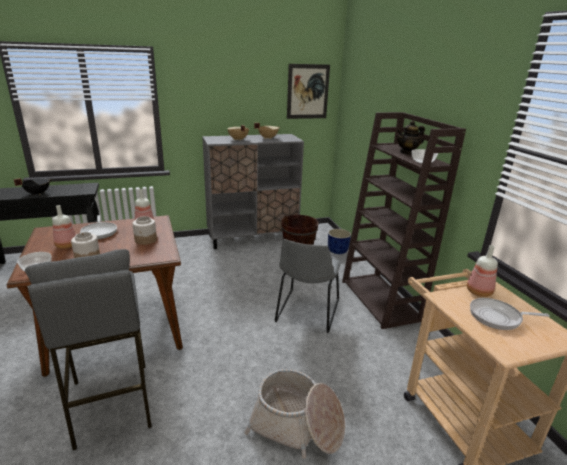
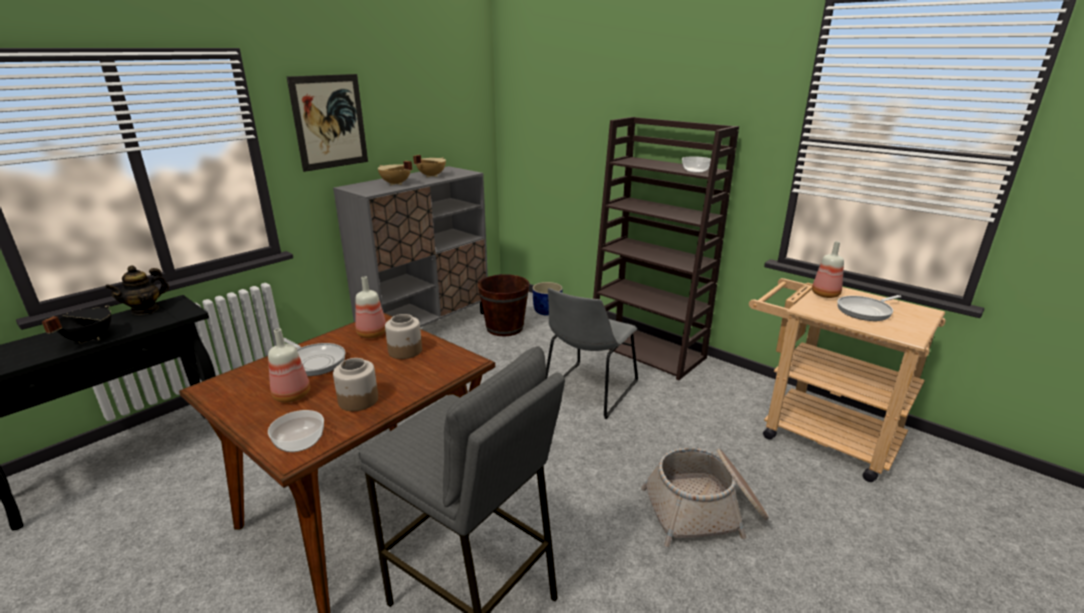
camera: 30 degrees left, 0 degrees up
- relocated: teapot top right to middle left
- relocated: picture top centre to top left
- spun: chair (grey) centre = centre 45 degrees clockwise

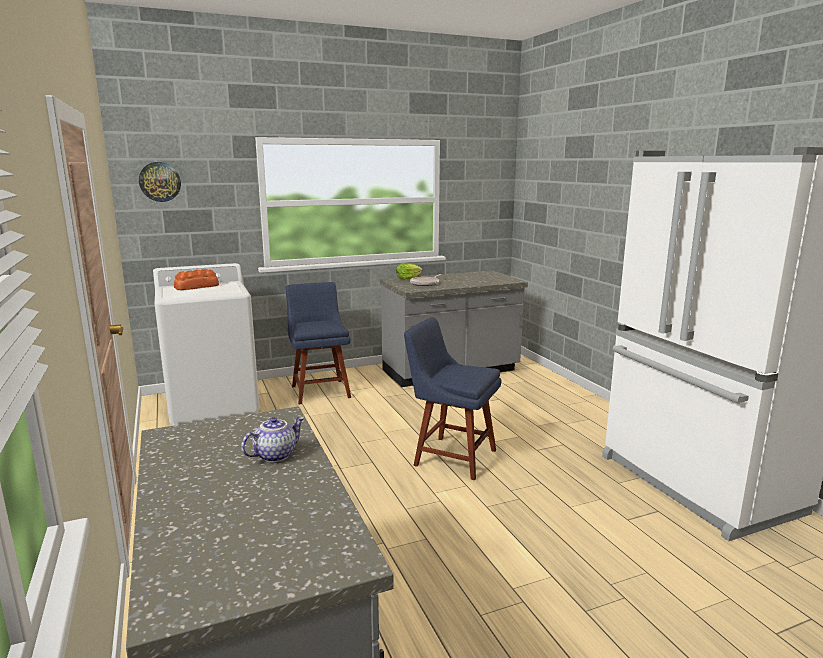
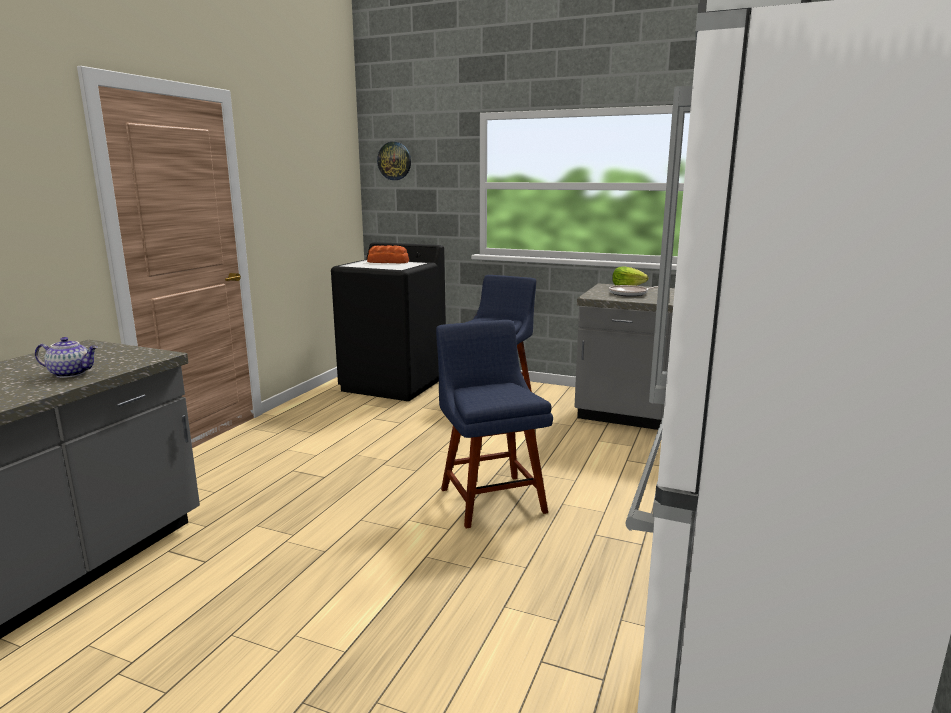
camera: 45 degrees right, 0 degrees up
- colour: washing machine (white) middle left to washing machine (black) centre

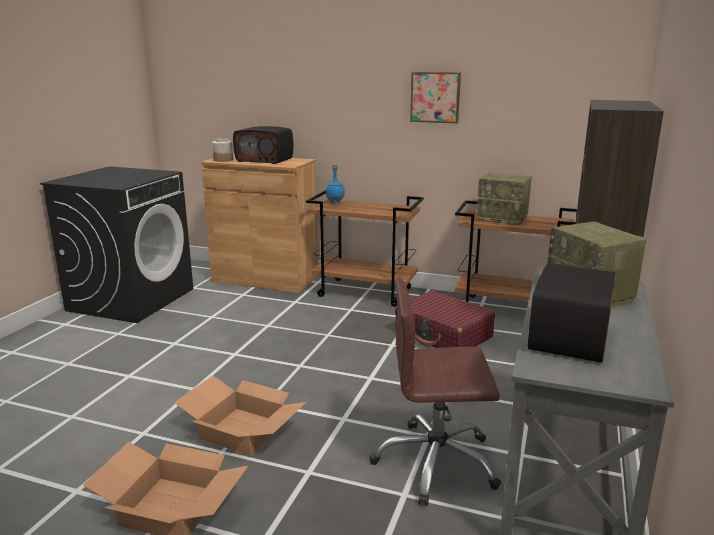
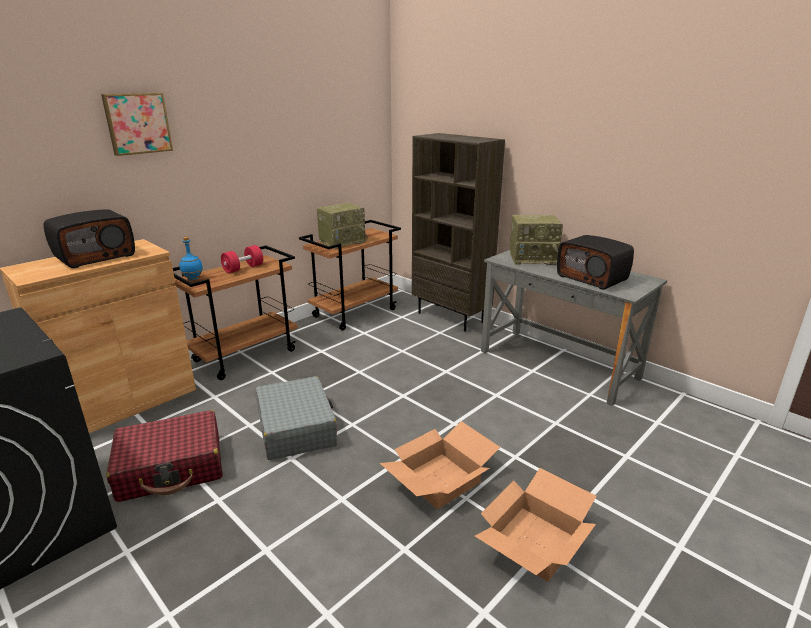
camera: 65 degrees left, 5 degrees up
- relocated: picture top centre to top left
- relocated: suitcase (red) centre to bottom left
- appeared: dumbbell (red) middle left
- appeared: suitcase (grey) centre
- missing: jar top left
- missing: office chair (brown) bottom centre

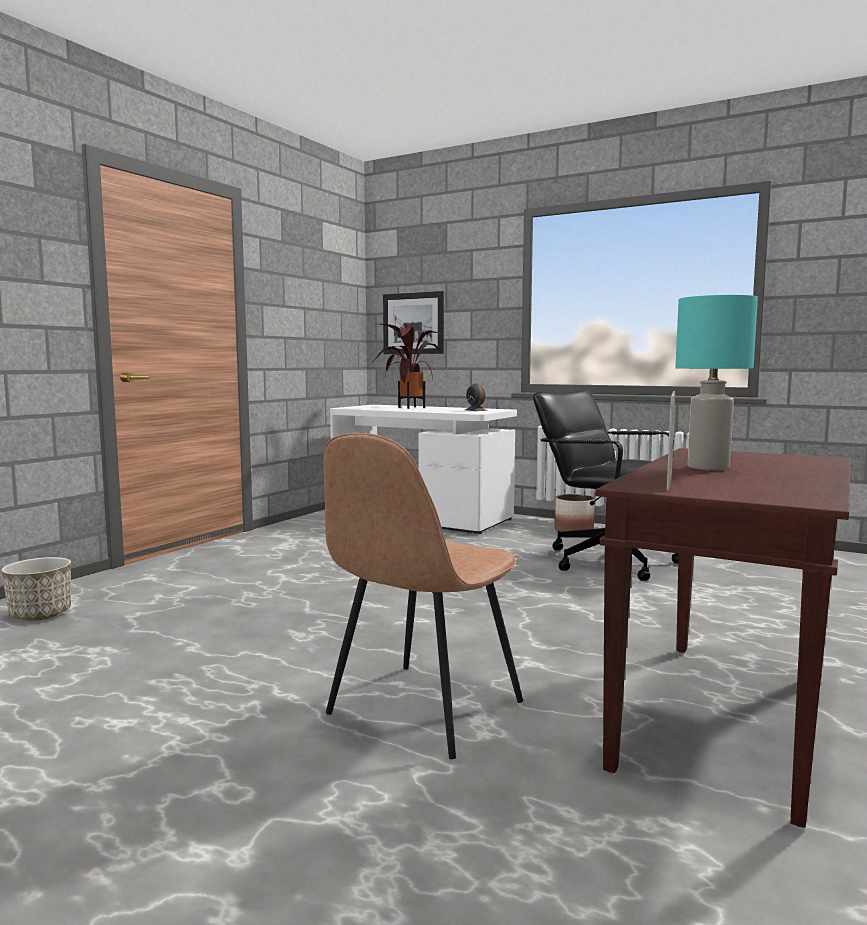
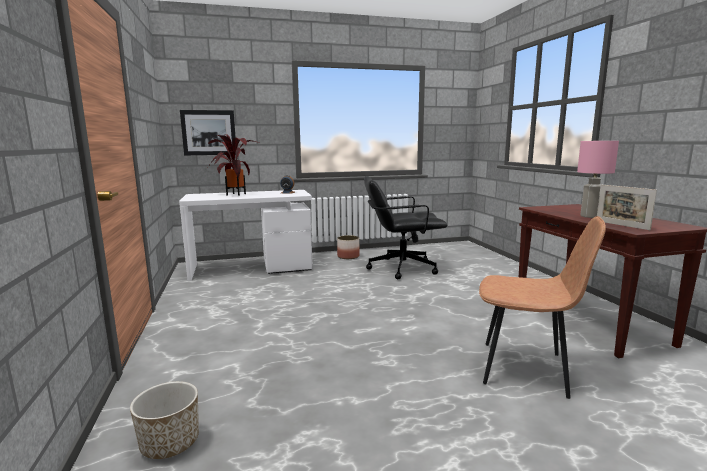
camera: 45 degrees left, 5 degrees up
- spun: chair (brown) centre = middle right 60 degrees counterclockwise
- colour: table lamp (turquoise) middle right to table lamp (pink) middle right

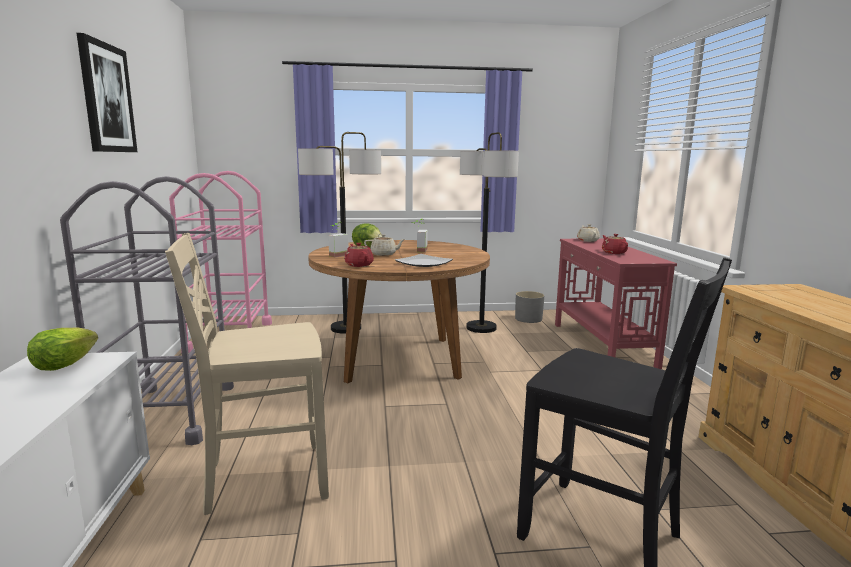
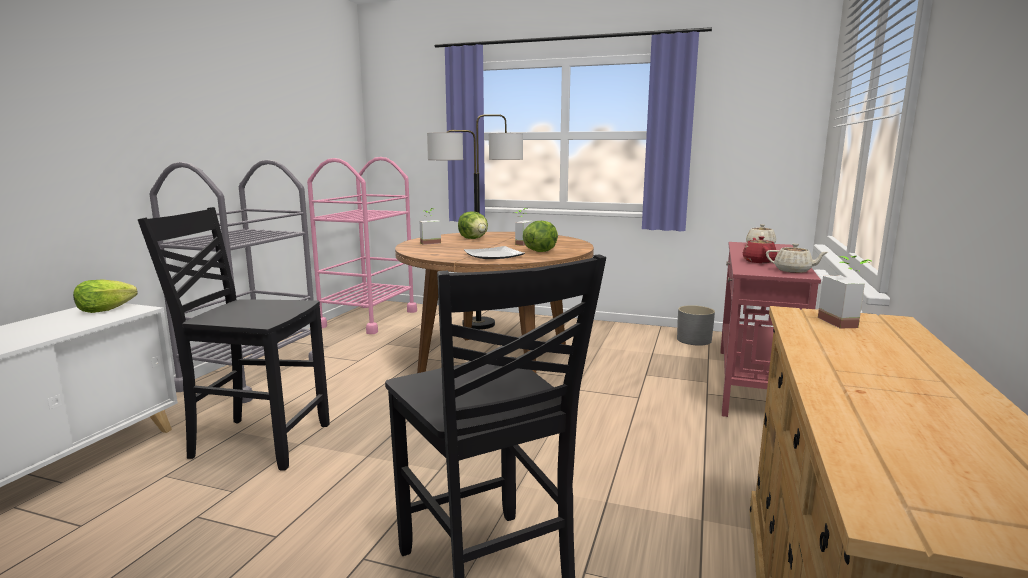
camera: 25 degrees right, 0 degrees up
- colour: chair (beige) middle left to chair (black) (no. 1 from left) middle left
- appeared: lettuce (no. 3 from left) centre
- relocated: teapot (beige) (no. 1 from left in the first image) centre to teapot (beige) (no. 2 from left) middle right
- appeared: potted plant (no. 3 from left) middle right
- missing: picture top left
- missing: teapot (red) (no. 1 from left) centre
- missing: floor lamp (no. 2 from left) centre

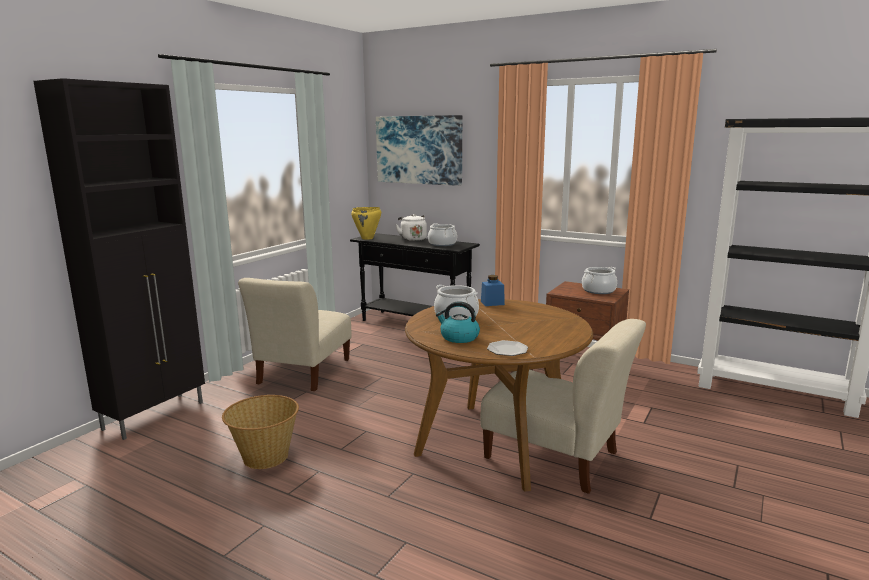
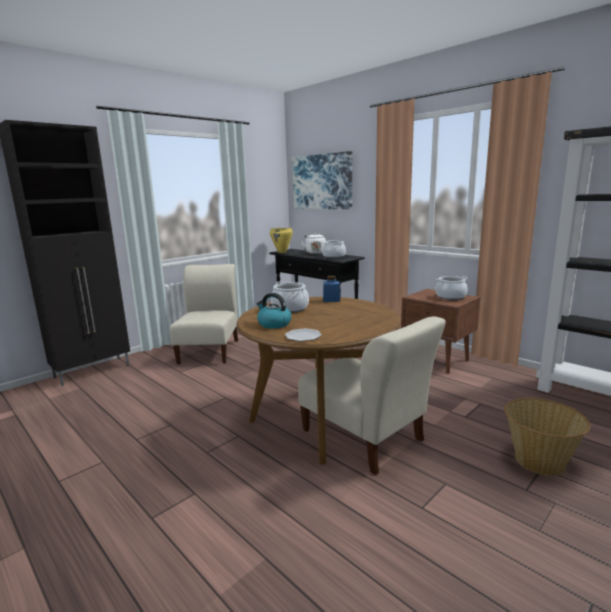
camera: 15 degrees right, 0 degrees up
- spun: chair (beige) (no. 1 from left) centre = middle left 150 degrees clockwise
- relocated: basket bottom left to bottom right

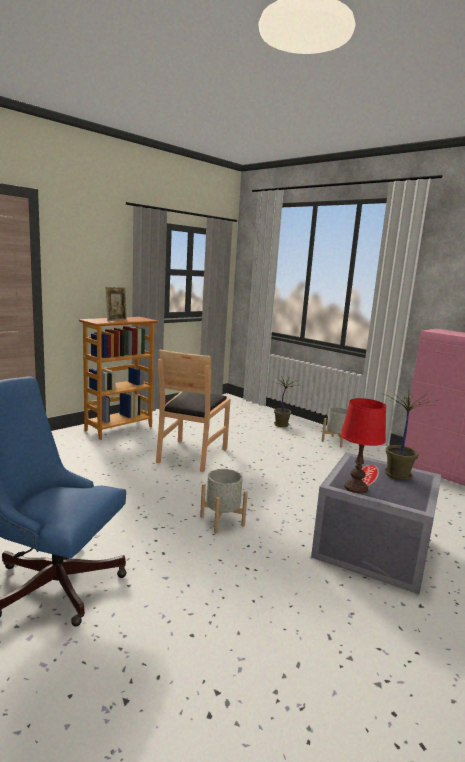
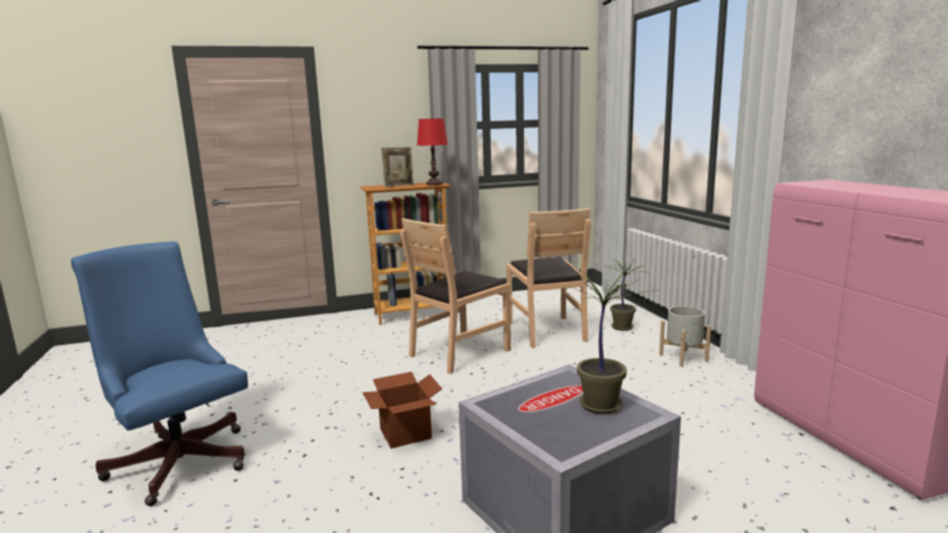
camera: 30 degrees right, 0 degrees up
- exchanged: planter (grey) (no. 1 from left) centre to cardboard box bottom centre
- relocated: table lamp (red) middle right to top centre
- appeared: chair (brown) (no. 2 from left) centre

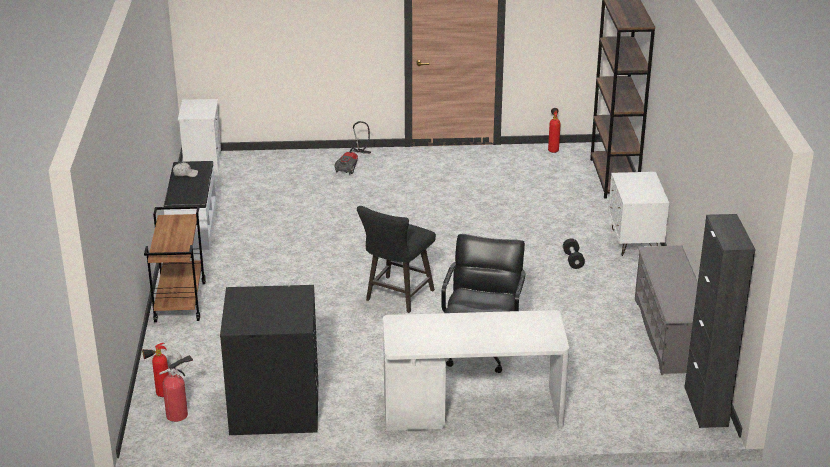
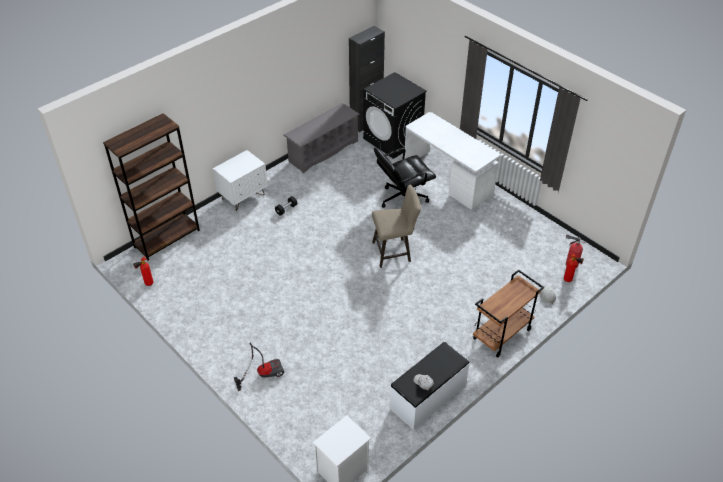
camera: 130 degrees left, 15 degrees up
- relocated: washing machine (black) bottom left to top centre
- colour: stool (black) centre to stool (beige) centre

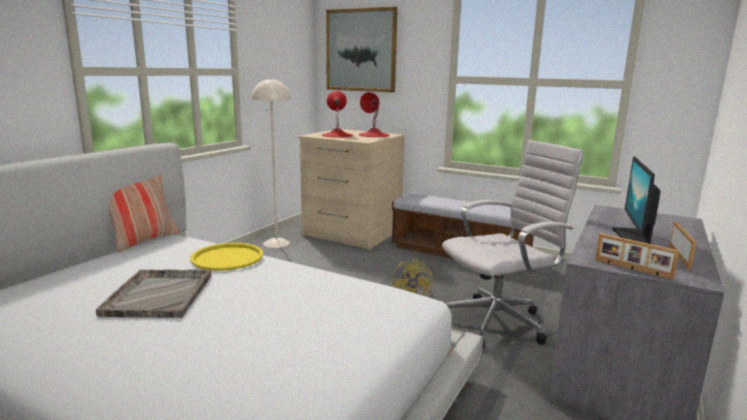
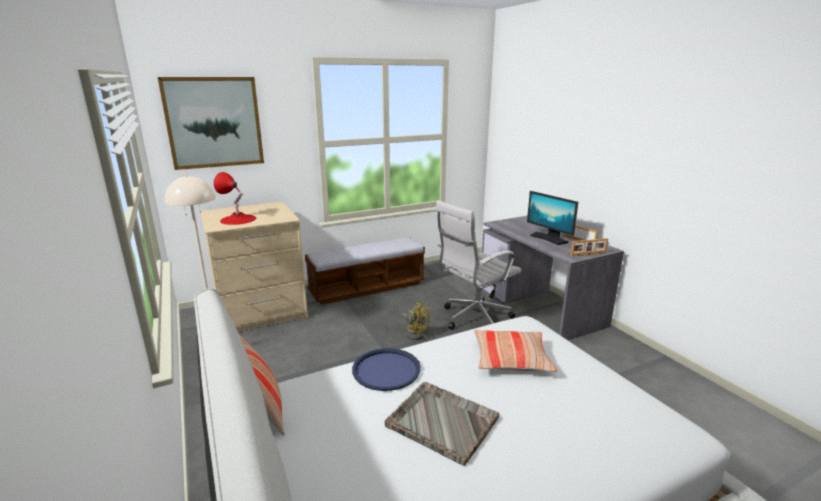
camera: 55 degrees left, 5 degrees up
- colour: tray (yellow) middle left to tray (blue) bottom centre
- spun: office chair (white) middle right = centre 135 degrees counterclockwise
- appeared: pillow (no. 2 from left) bottom centre
- missing: table lamp (red) (no. 2 from left) top centre

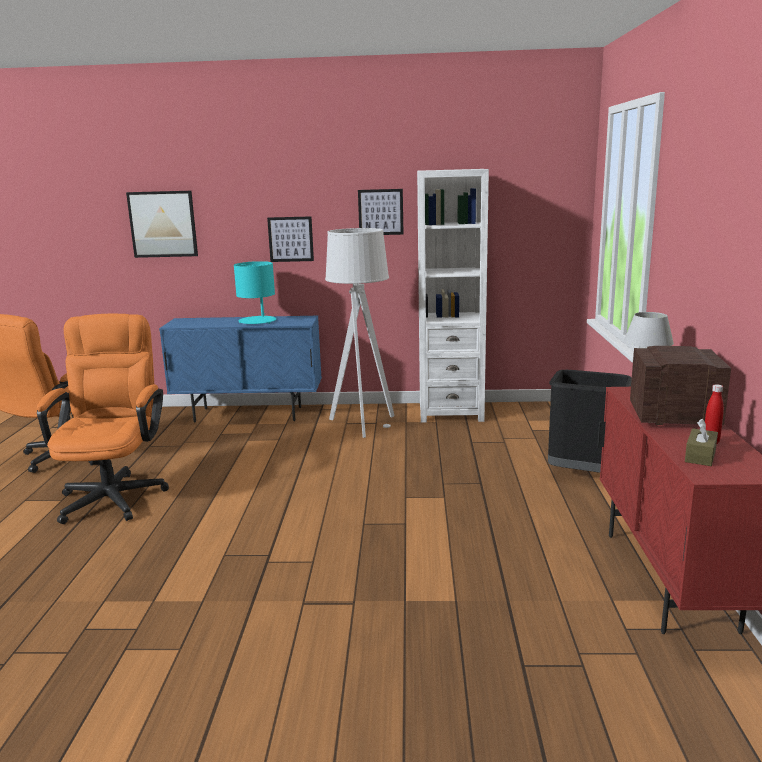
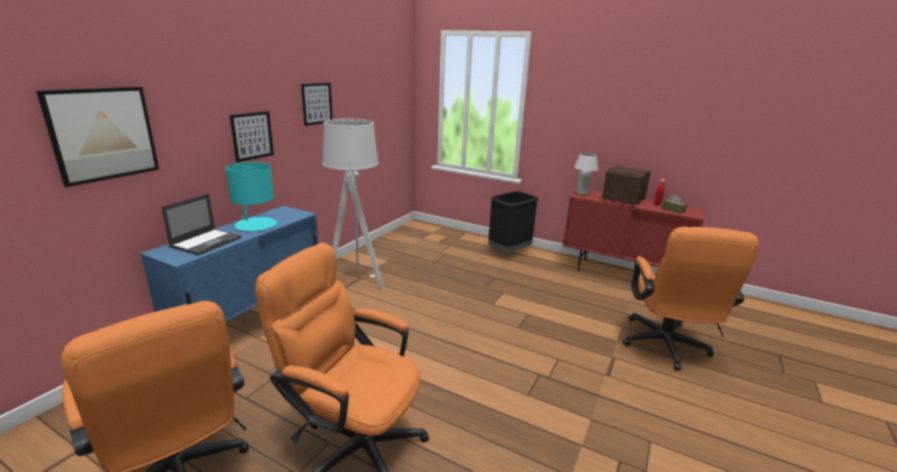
camera: 65 degrees left, 5 degrees up
- appeared: laptop middle left
- appeared: office chair (orange) (no. 3 from left) middle right
- missing: bookcase (white) centre

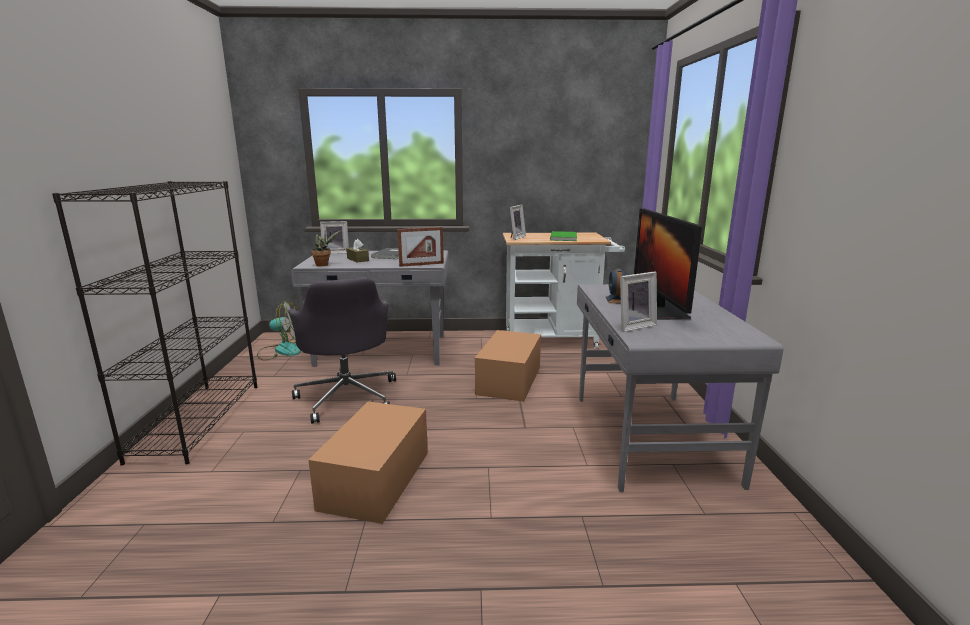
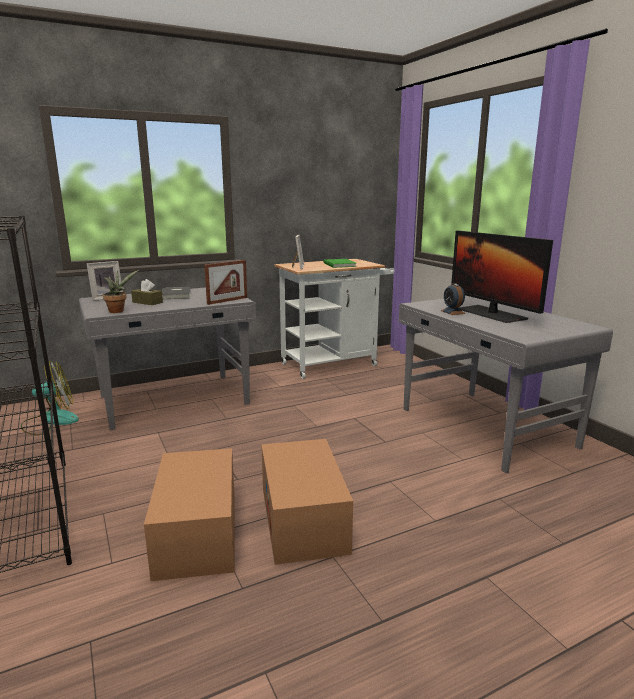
camera: 25 degrees left, 0 degrees up
- relocated: cardboard box (no. 2 from left in the first image) centre to cardboard box (no. 1 from left) bottom left
- missing: office chair (grey) centre
- missing: picture frame (no. 4 from left) centre

